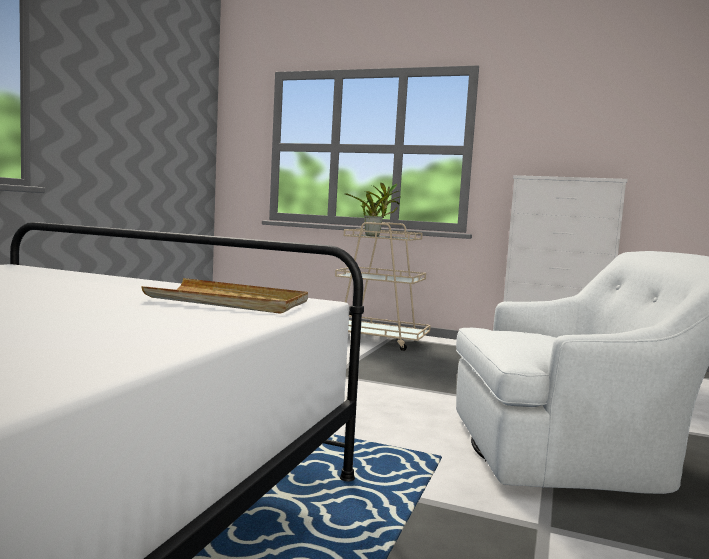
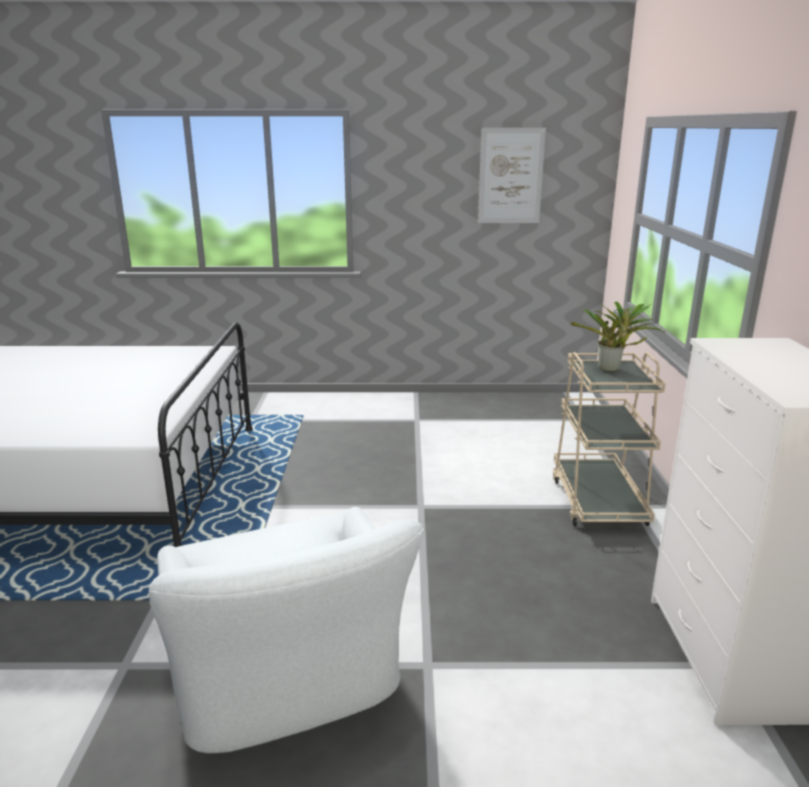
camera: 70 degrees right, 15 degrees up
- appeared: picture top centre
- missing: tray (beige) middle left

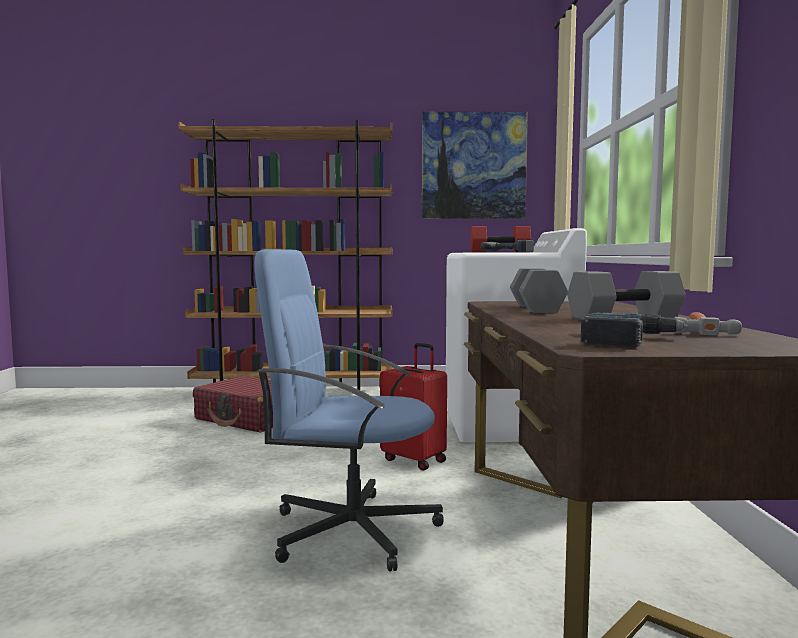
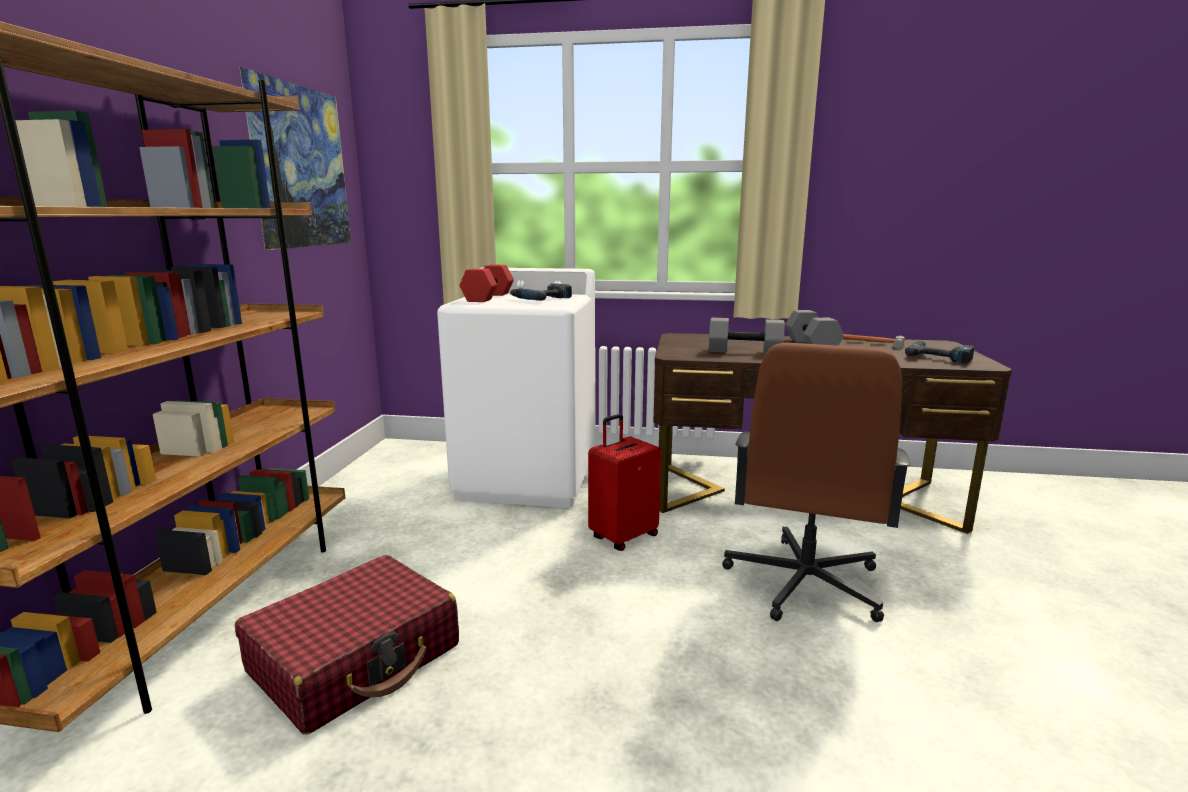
camera: 80 degrees left, 10 degrees up
- colour: office chair (blue) centre to office chair (brown) middle right

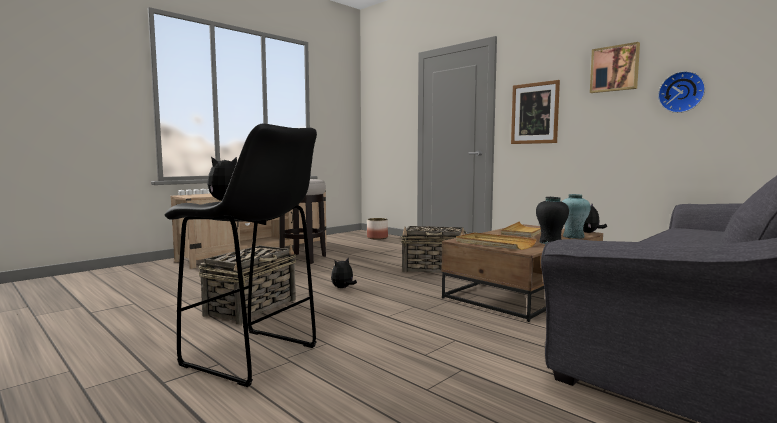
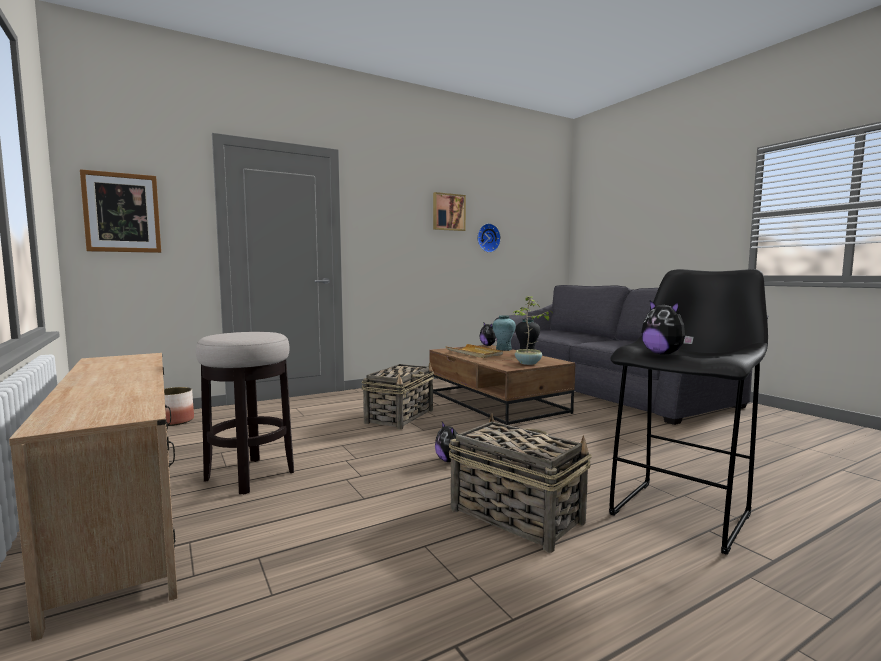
camera: 75 degrees left, 0 degrees up
- relocated: picture (no. 1 from left) top right to top left
- exchanged: tray (beige) (no. 1 from left) centre to potted plant centre

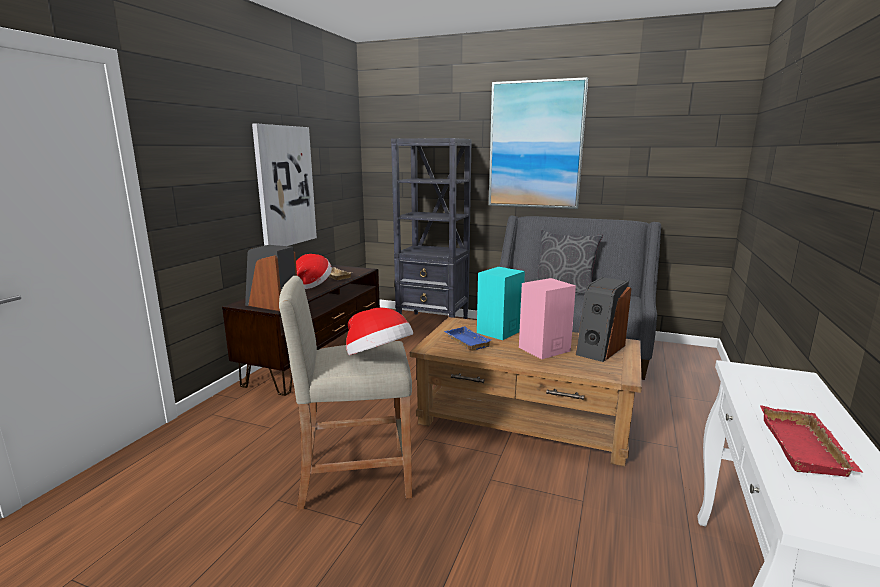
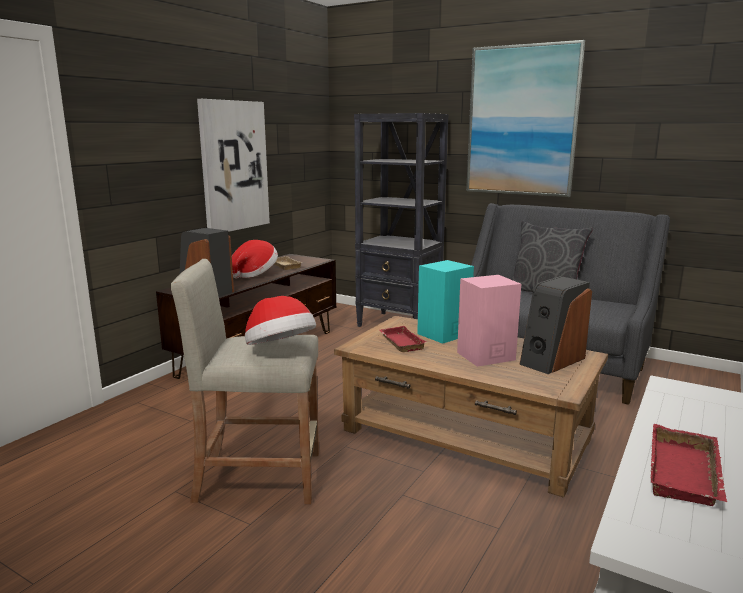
camera: 10 degrees right, 0 degrees up
- colour: tray (blue) centre to tray (red) (no. 1 from left) centre

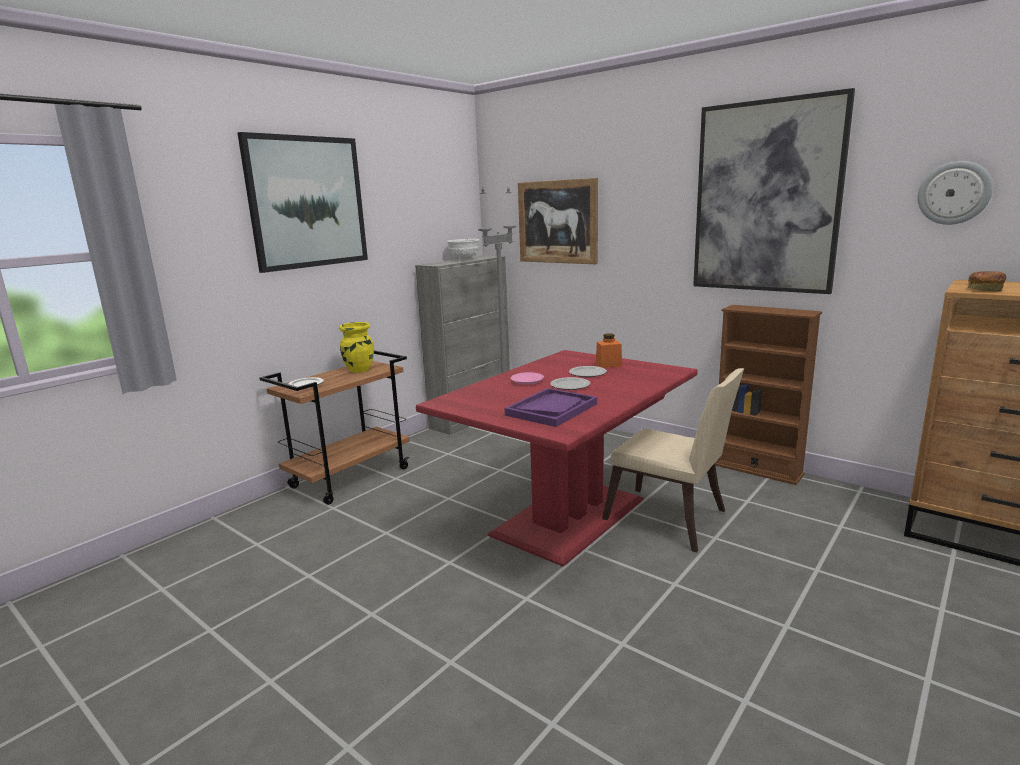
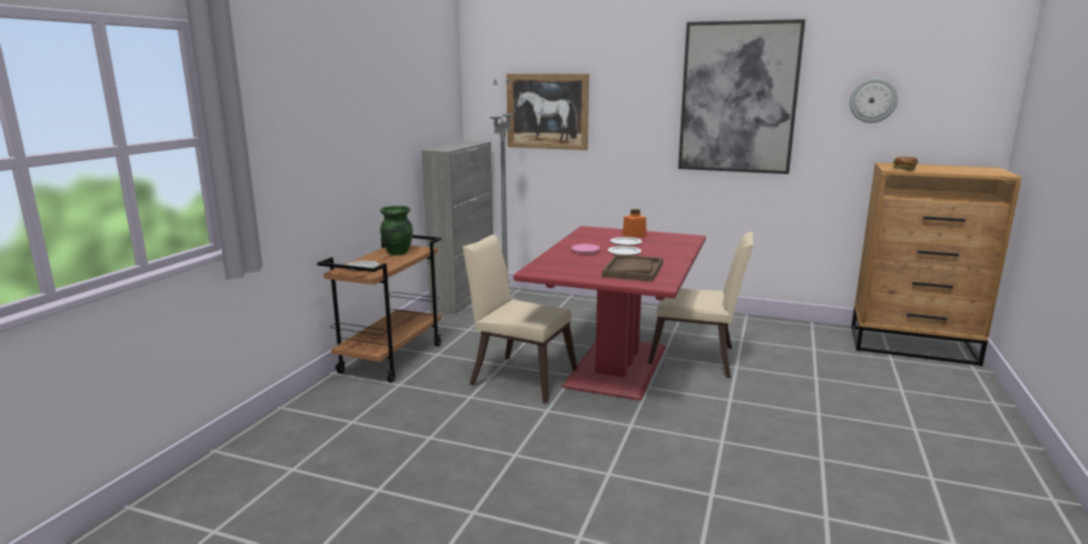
camera: 20 degrees left, 0 degrees up
- colour: vase (yellow) centre to vase (green) centre
- appeared: chair (beige) (no. 1 from left) centre
- colour: tray (purple) centre to tray (brown) centre
- missing: picture (no. 1 from left) top left
- missing: bowl (white) top centre
- missing: bookcase (brown) middle right

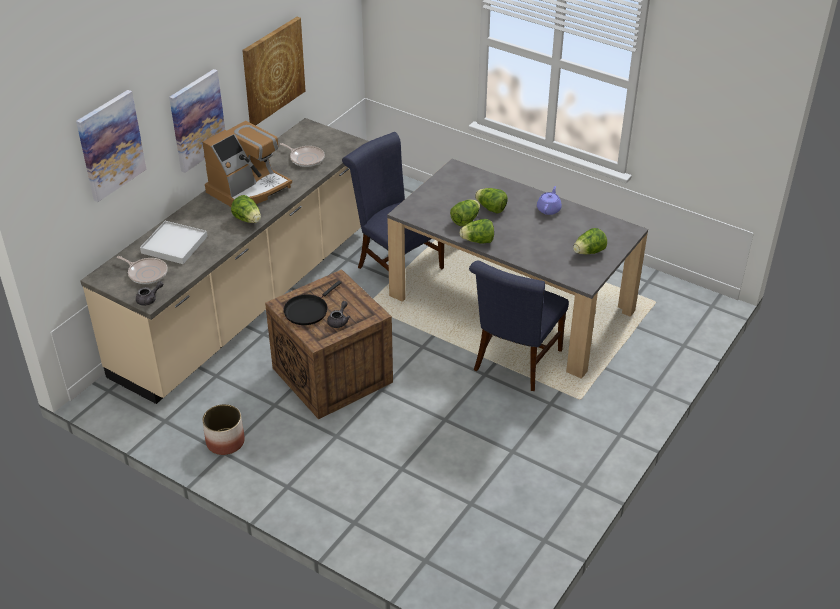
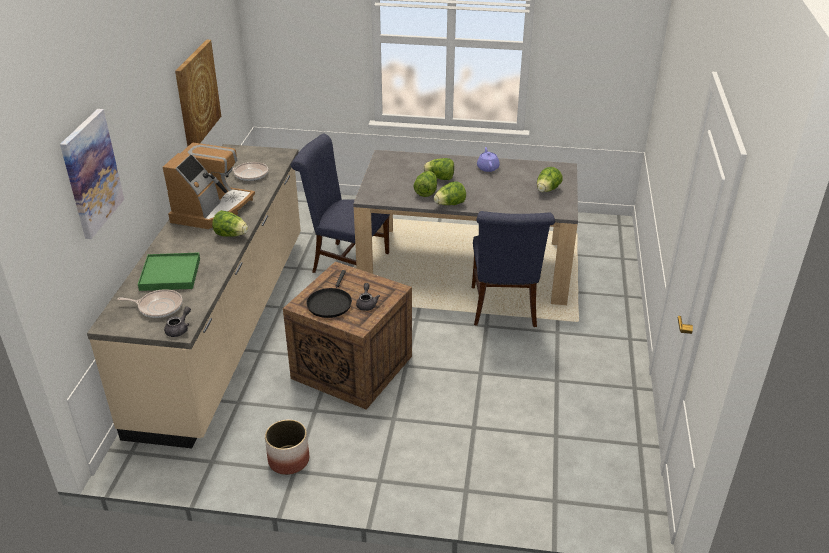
camera: 25 degrees left, 5 degrees down
- colour: tray (white) middle left to tray (green) middle left
- missing: picture (no. 2 from left) top left

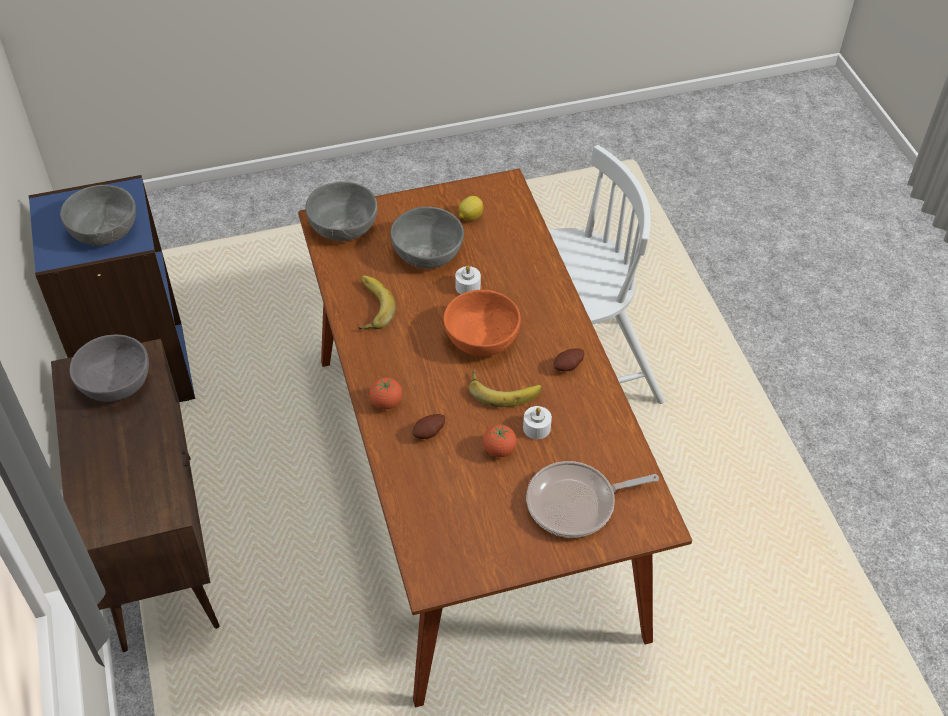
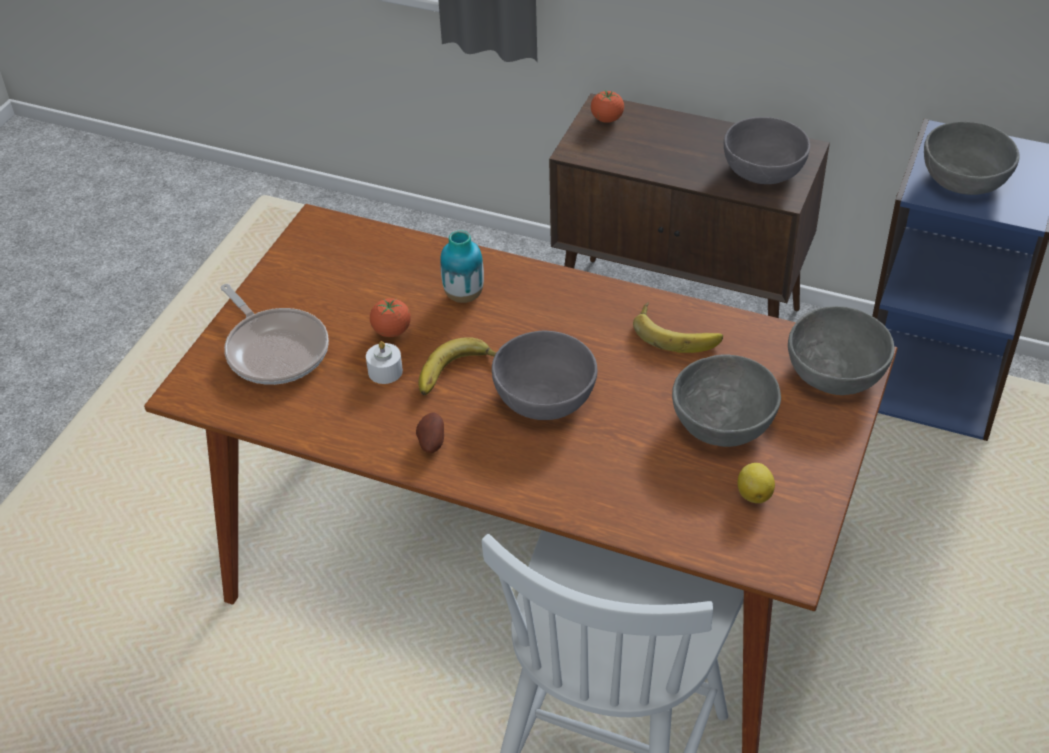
camera: 130 degrees right, 5 degrees down
- spun: frying pan bottom centre = middle left 120 degrees clockwise
- exchanged: potato (no. 1 from left) centre to vase centre
- colour: bowl (orange) centre to bowl (grey) (no. 1 from left) centre
- relocated: tomato (no. 1 from left in the first image) centre to tomato (no. 2 from left) top centre
- missing: candle (white) (no. 1 from left) centre

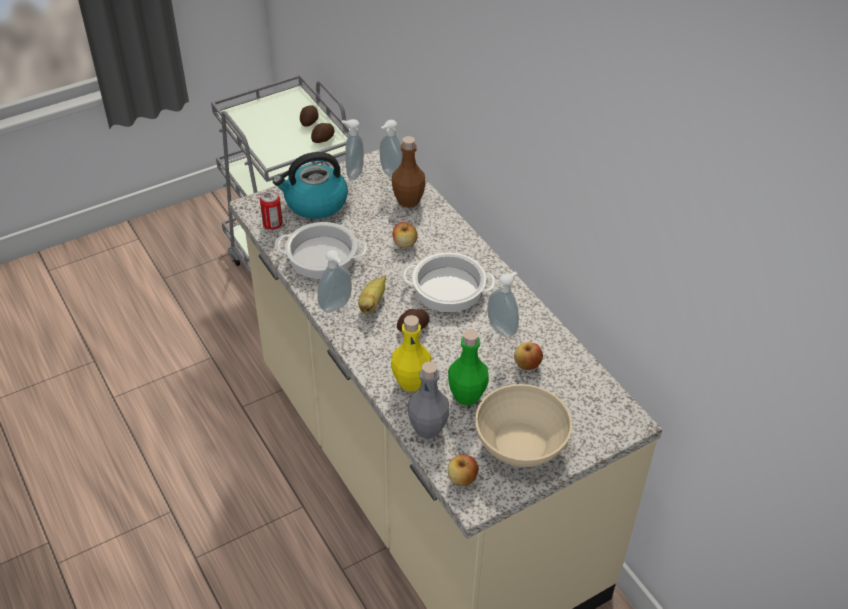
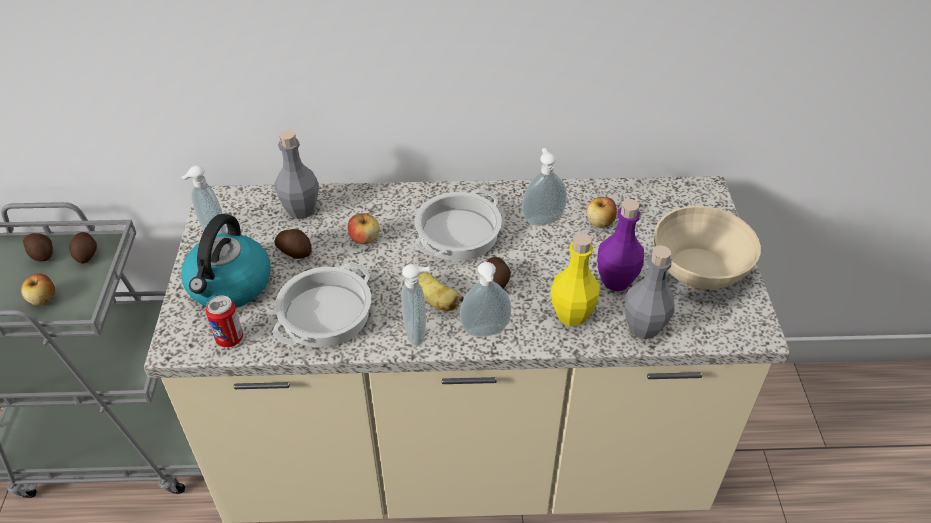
camera: 60 degrees left, 0 degrees up
- relocated: apple (no. 2 from left in the first image) bottom centre to apple (no. 1 from left) middle left
- colour: bottle (brown) top centre to bottle (grey) (no. 1 from left) top left
- appeared: potato (no. 3 from left) middle left
- relocated: soap dispenser (no. 3 from left) top centre to centre
- colour: bottle (green) centre to bottle (purple) centre

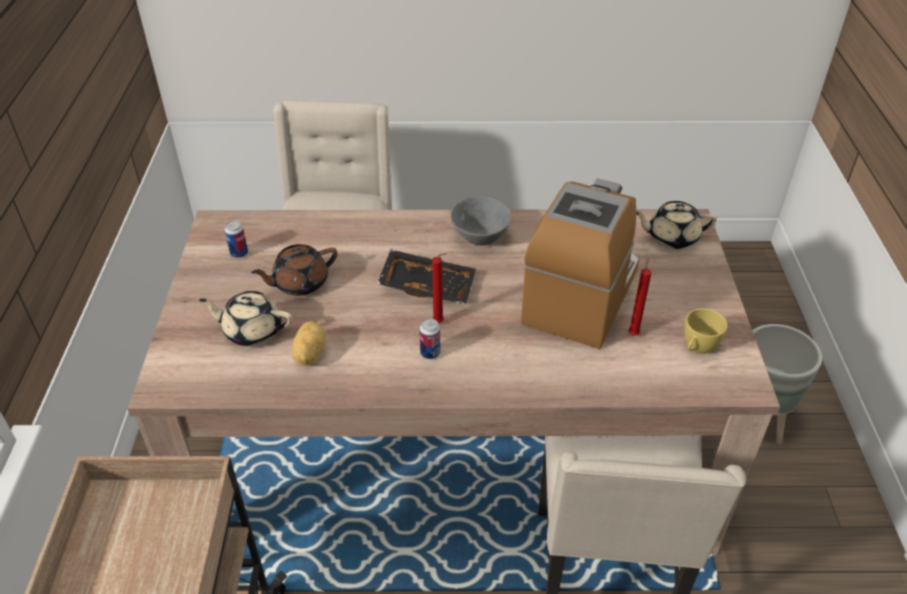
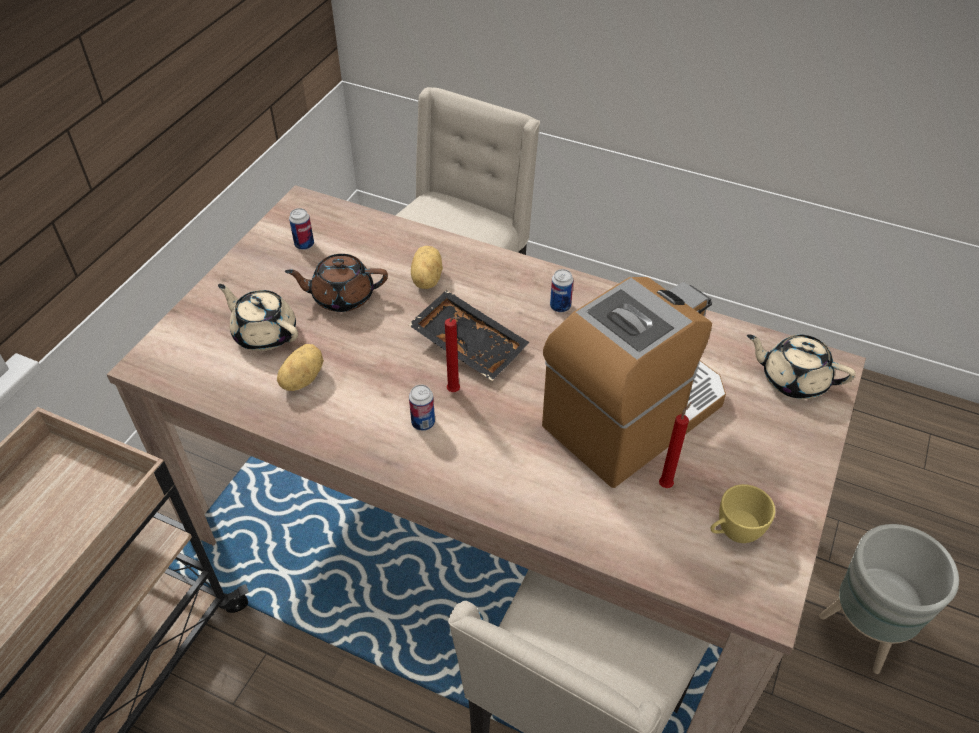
camera: 25 degrees right, 5 degrees up
- appeared: potato (no. 2 from left) centre
- exchanged: bowl (grey) centre to can (no. 3 from left) centre

